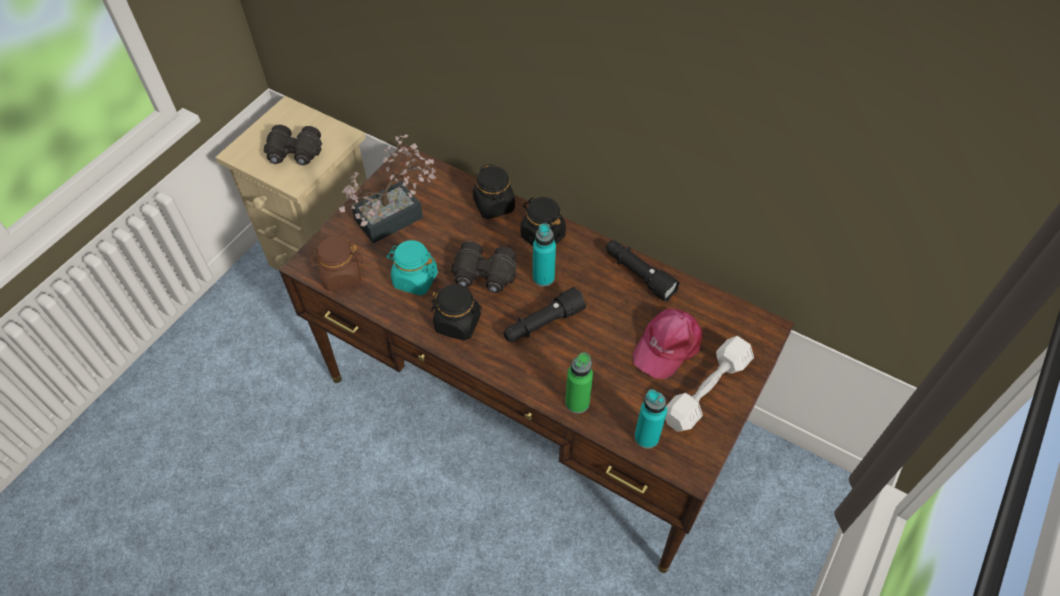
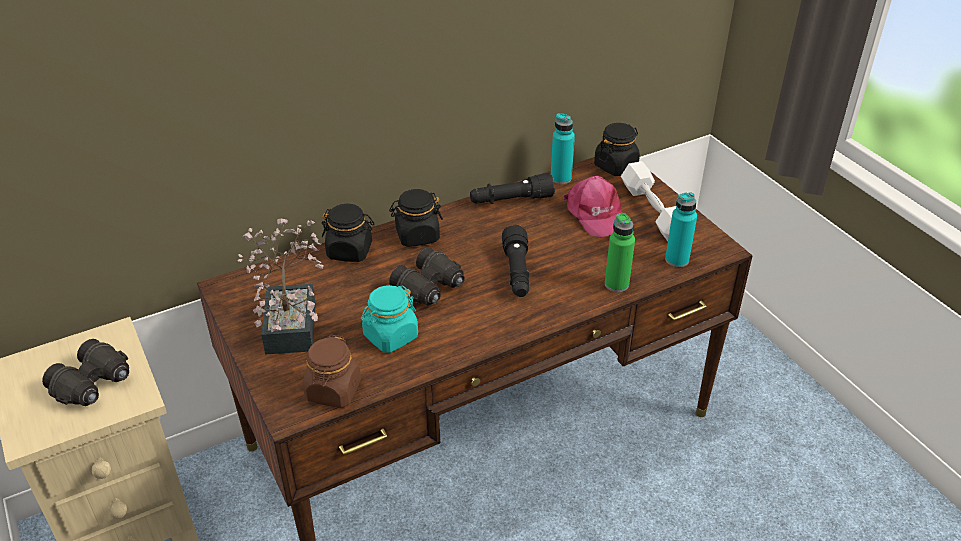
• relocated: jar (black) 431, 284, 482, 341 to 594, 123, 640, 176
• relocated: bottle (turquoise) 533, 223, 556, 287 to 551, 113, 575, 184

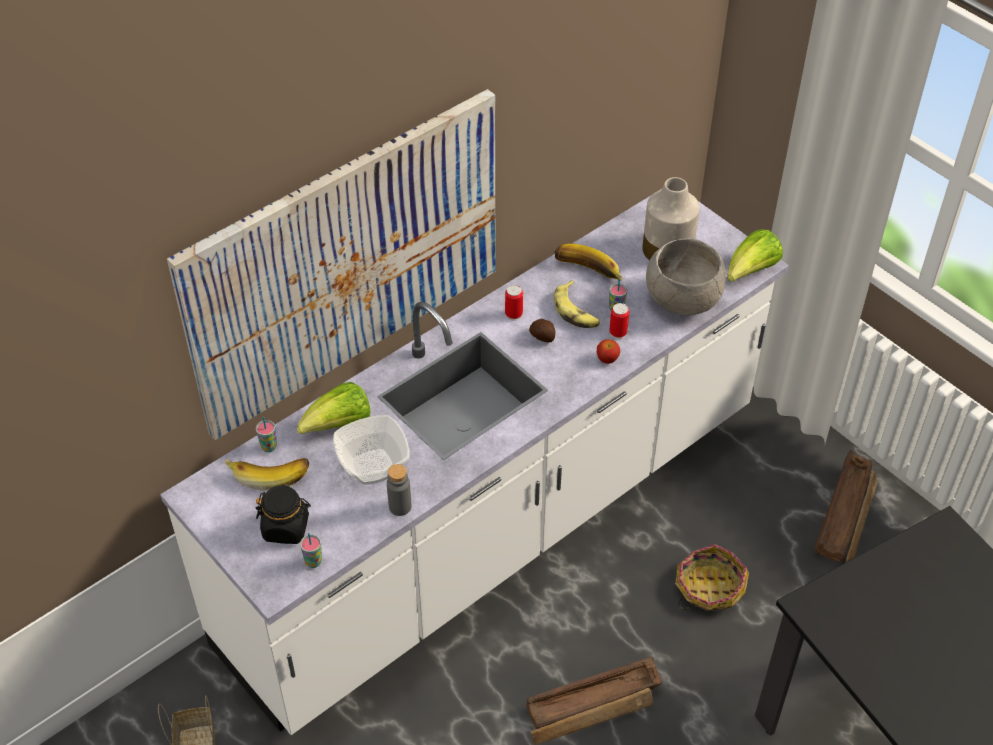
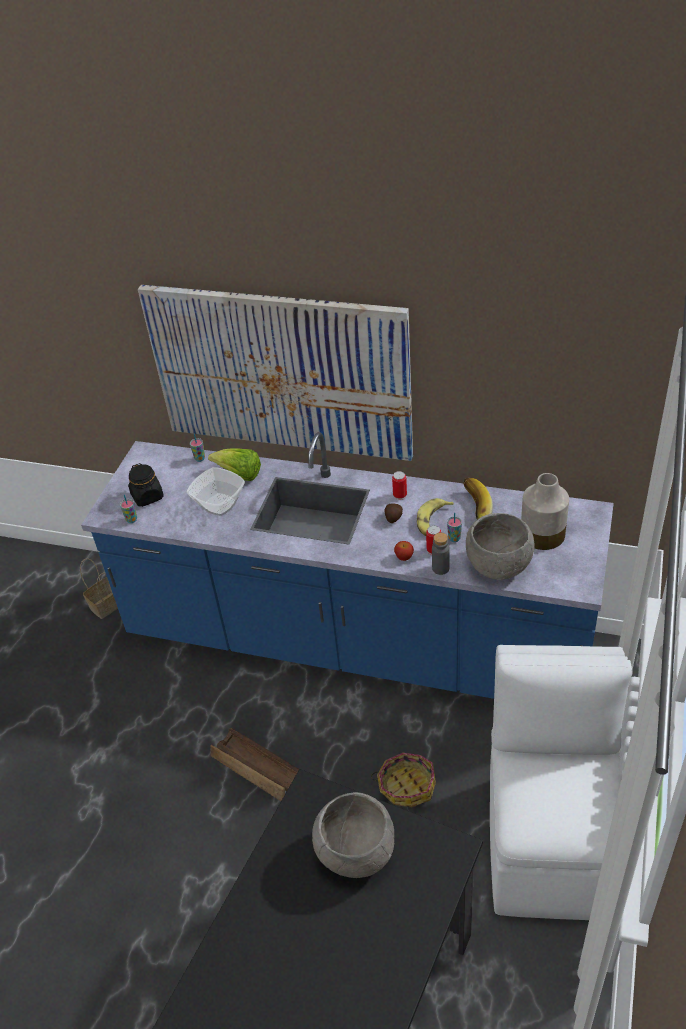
• colour: counter (white) 160, 189, 789, 735 to counter (blue) 81, 432, 614, 699
• missing: banana 225, 458, 309, 491
• relocated: bottle (grey) 387, 464, 412, 516 to 432, 533, 450, 575
• missing: lettuce 727, 229, 783, 282
• exchanged: crate 815, 450, 878, 562 to chair (white) 490, 645, 632, 920
• appeared: bowl (grey) 312, 792, 394, 878

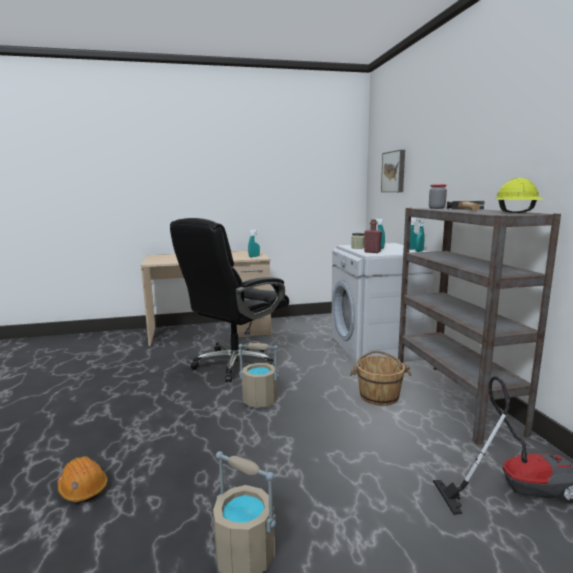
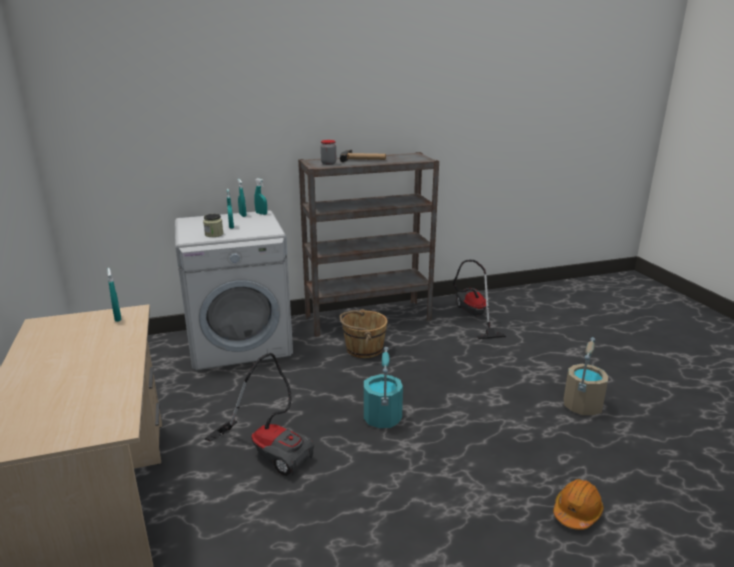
• exchanged: office chair (black) 170, 218, 289, 382 to vacuum cleaner 205, 353, 314, 476
• colour: bucket (beige) 238, 343, 279, 408 to bucket (turquoise) 364, 347, 403, 428
• missing: bottle (red) 364, 219, 382, 253
• missing: picture 381, 150, 405, 192
• missing: hard hat (yellow) 495, 178, 545, 213

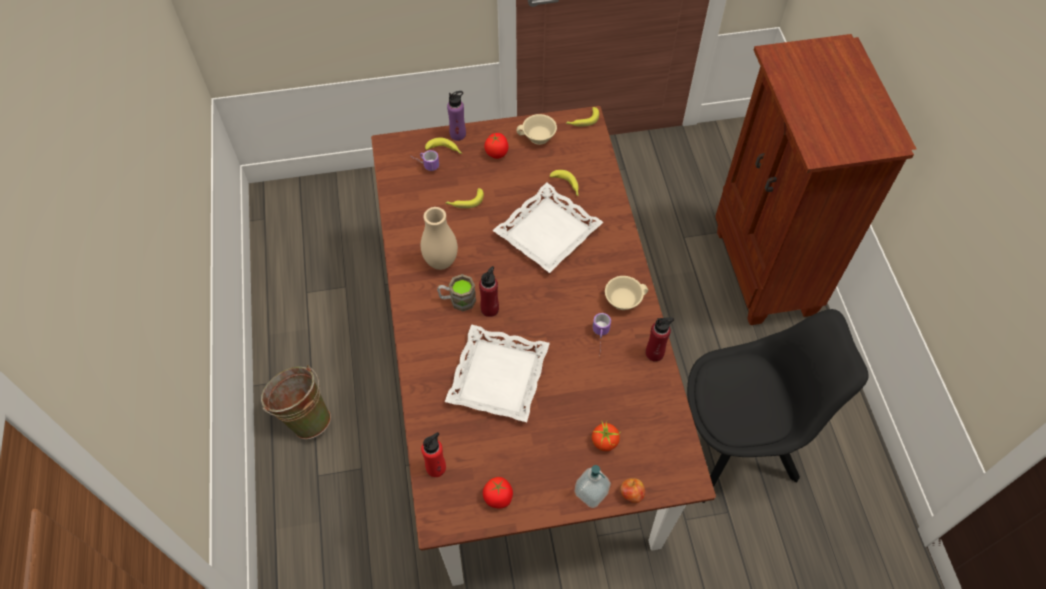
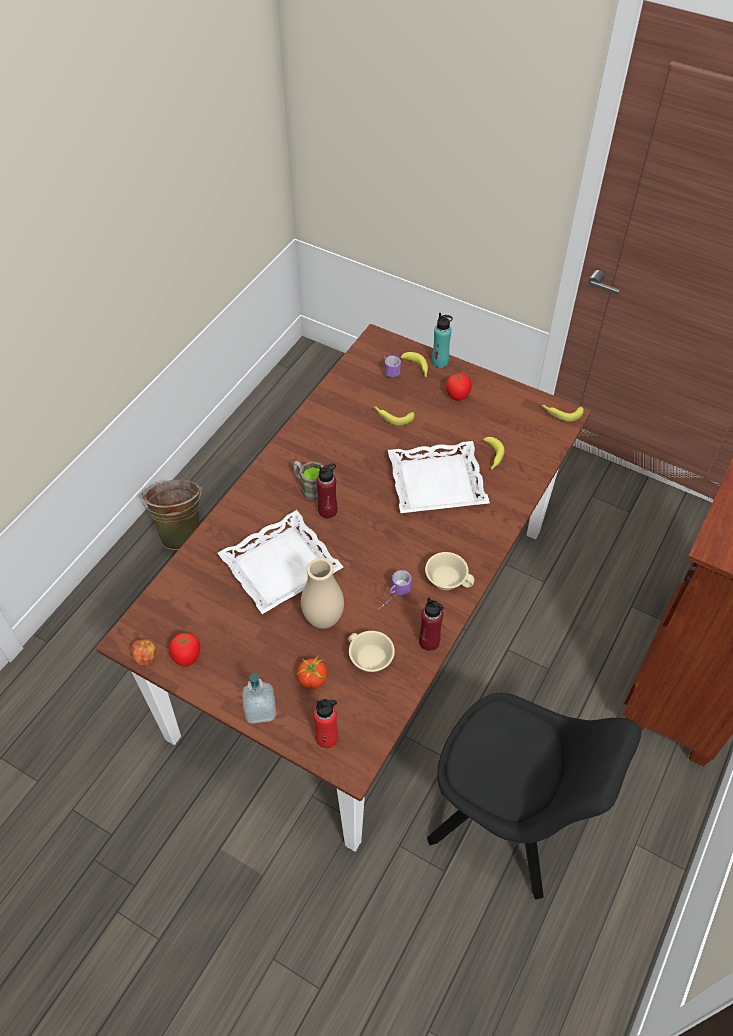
• relocated: vase (beige) 421, 207, 458, 270 to 301, 558, 344, 629
• relocated: bottle (red) 421, 432, 446, 477 to 313, 699, 338, 748
• colour: bottle (purple) 447, 91, 466, 141 to bottle (turquoise) 432, 313, 453, 368
• relocated: cup (beige) 517, 114, 557, 145 to 348, 631, 395, 672
• relocated: apple 620, 478, 645, 503 to 131, 639, 156, 666

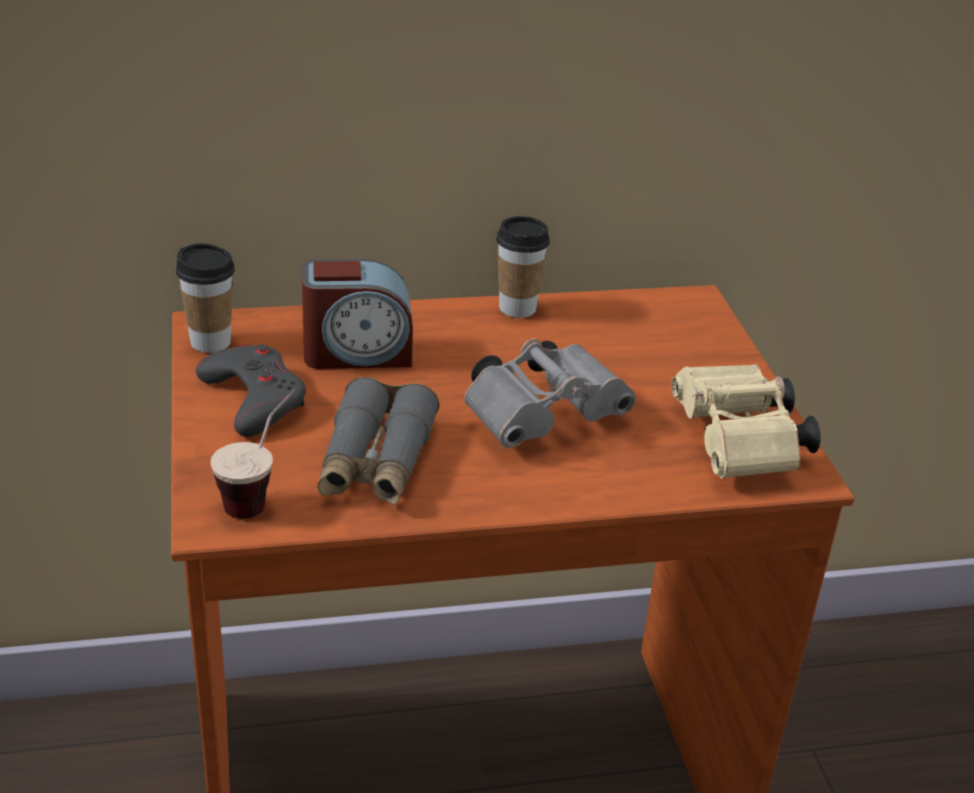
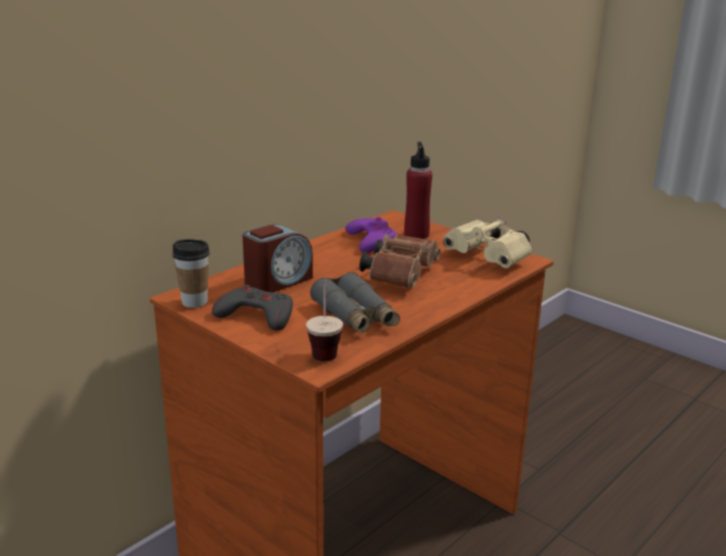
• colour: binoculars (grey) 464, 338, 635, 448 to binoculars (brown) 359, 234, 441, 288
• missing: cup 496, 216, 550, 318
• appeared: game controller (purple) 345, 217, 397, 253
• appeared: bottle (red) 404, 142, 432, 239

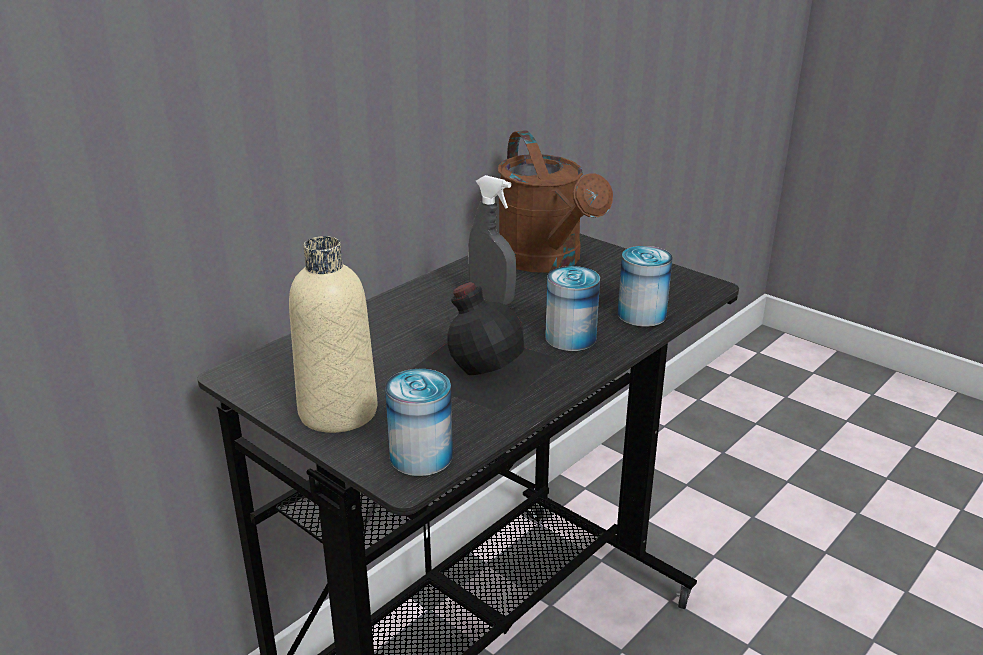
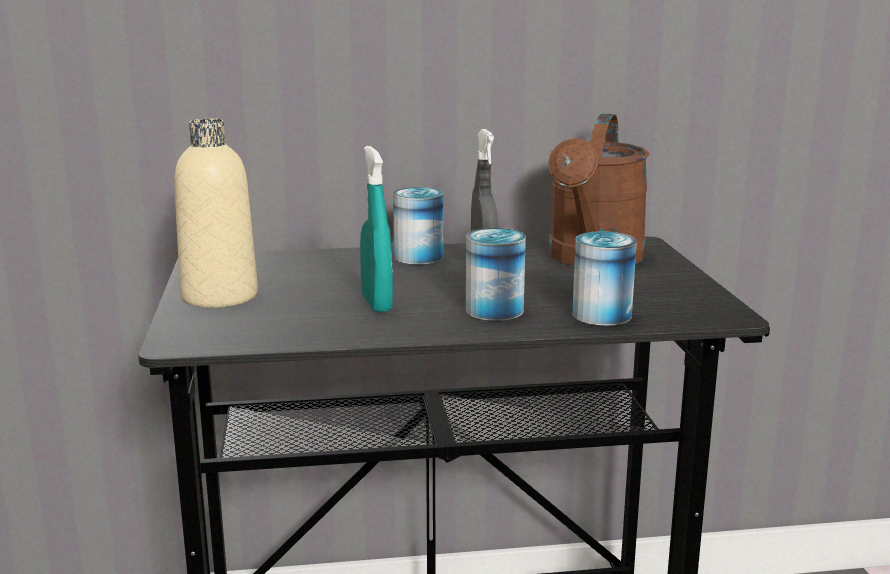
• relocated: can 385, 369, 453, 476 to 393, 187, 443, 265
• exchanged: bottle (black) 412, 282, 559, 412 to spray bottle (turquoise) 360, 146, 393, 312

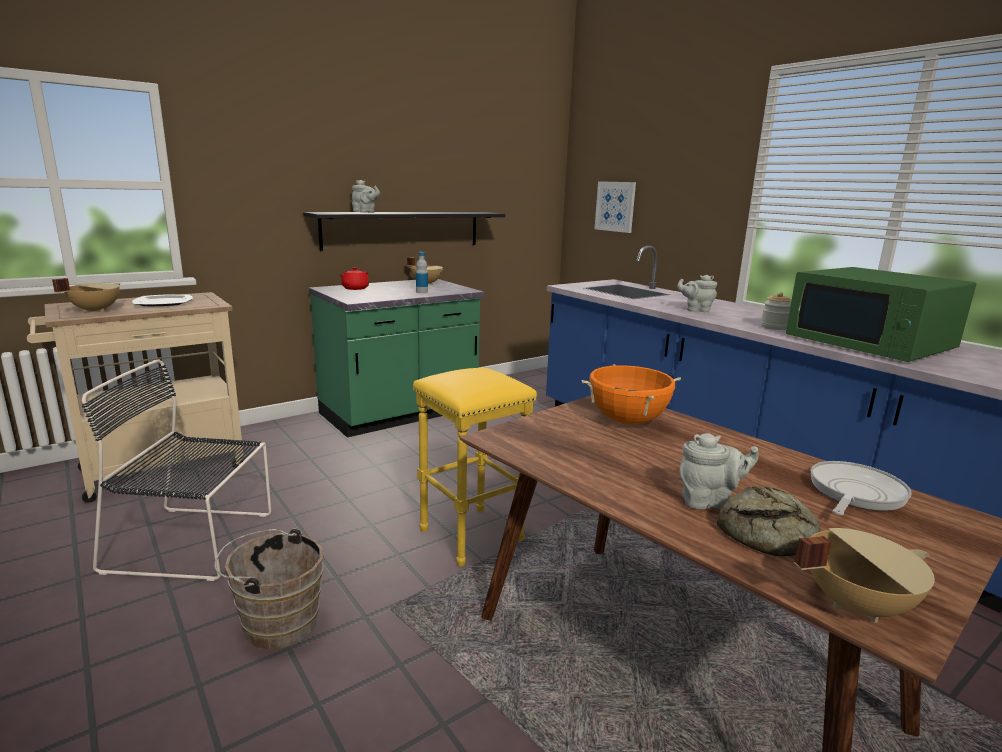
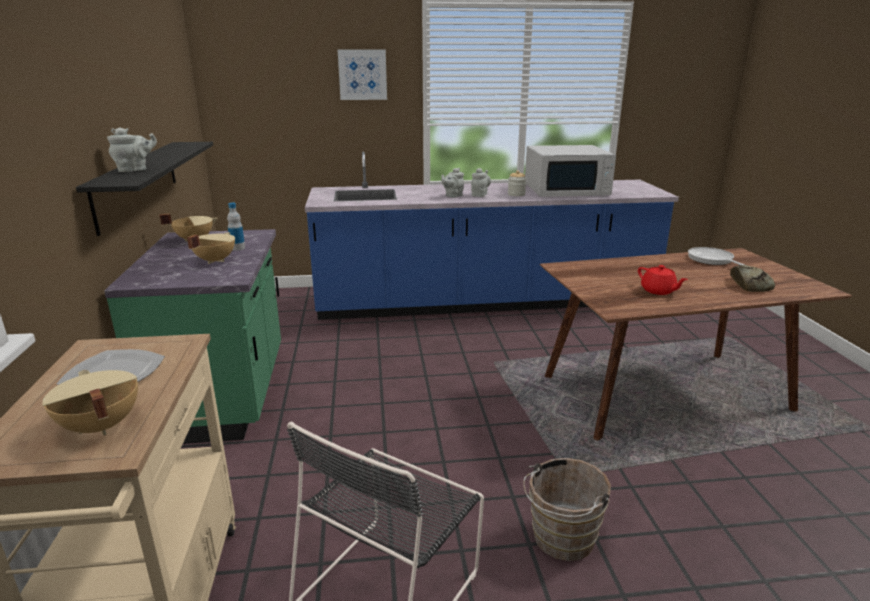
• relocated: teapot (red) 339, 267, 369, 290 to 638, 265, 688, 295
• missing: stool (yellow) 413, 368, 537, 567
• missing: cooking pot (orange) 581, 364, 681, 425
• relocated: picture 594, 181, 636, 233 to 337, 49, 387, 100
• relocated: teapot (grey) 679, 433, 759, 509 to 471, 168, 491, 197
• colour: microwave (green) 786, 267, 977, 362 to microwave (white) 525, 145, 616, 197
• relocated: cooking pot (beige) 794, 528, 935, 623 to 187, 232, 235, 264

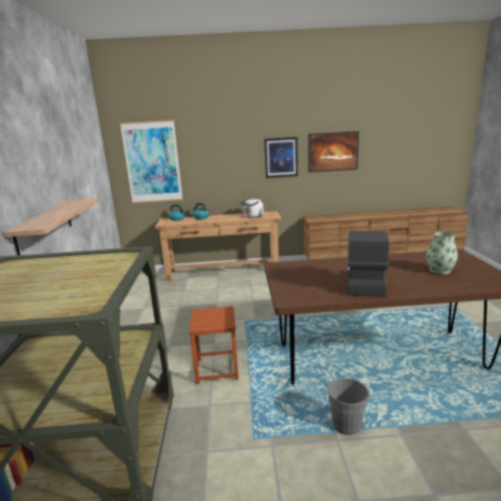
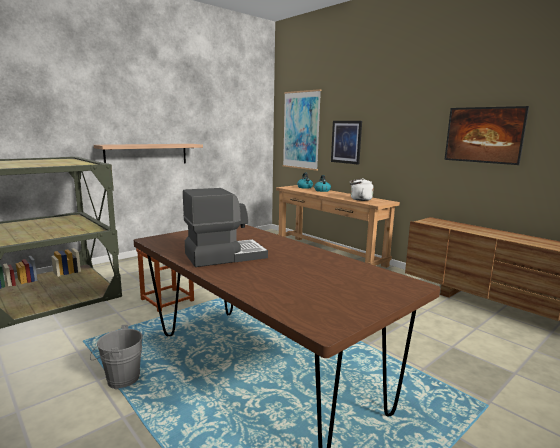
• relocated: picture 264, 137, 298, 178 to 331, 121, 362, 164
• missing: vase 426, 232, 458, 275

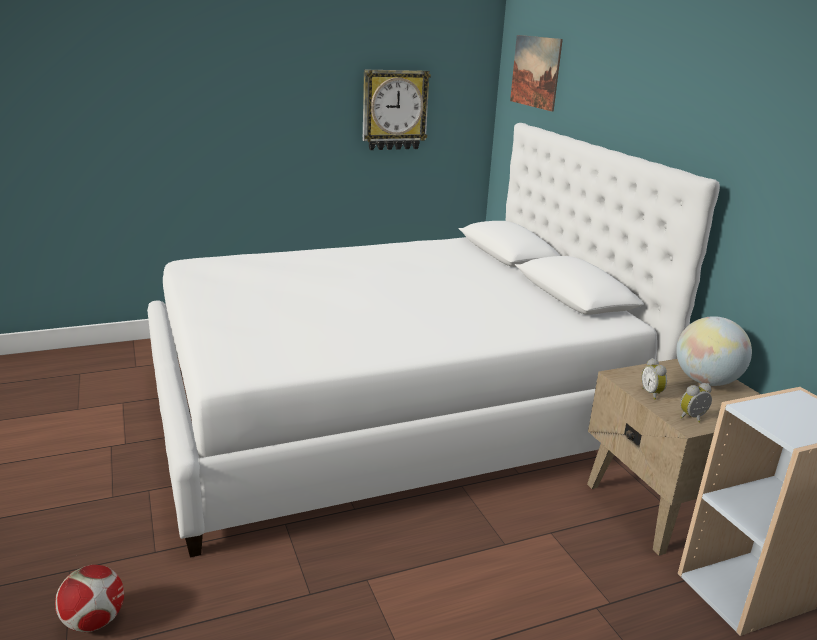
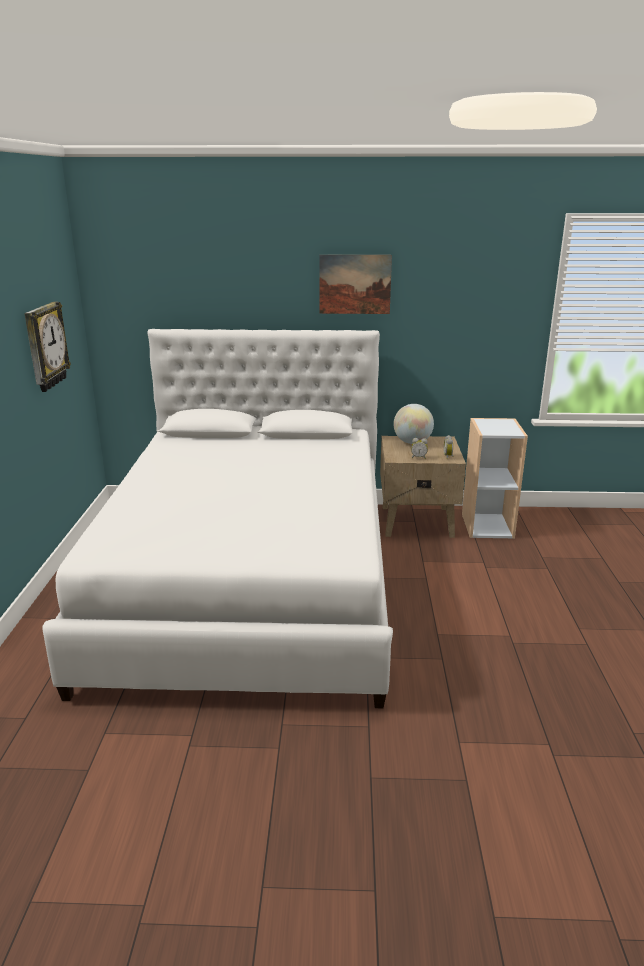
• missing: football 55, 565, 124, 632
• relocated: picture 510, 35, 563, 112 to 319, 255, 392, 314

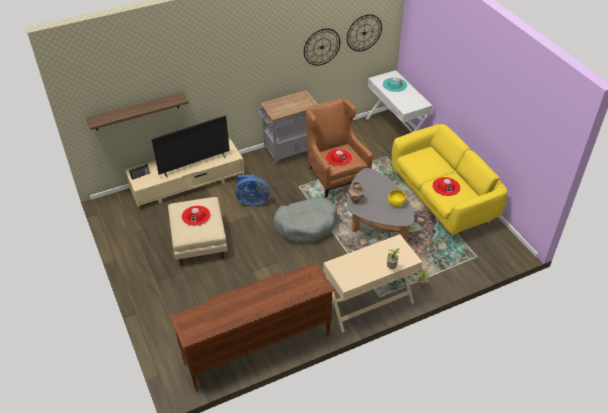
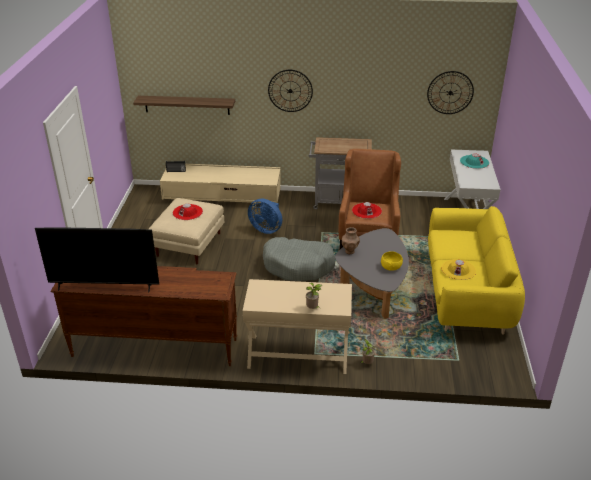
• relocated: television 152, 116, 230, 178 to 35, 227, 160, 292
• relocated: wall clock 304, 28, 340, 66 to 268, 70, 313, 112
• colour: hat (red) 432, 177, 460, 196 to hat (yellow) 441, 259, 476, 280

